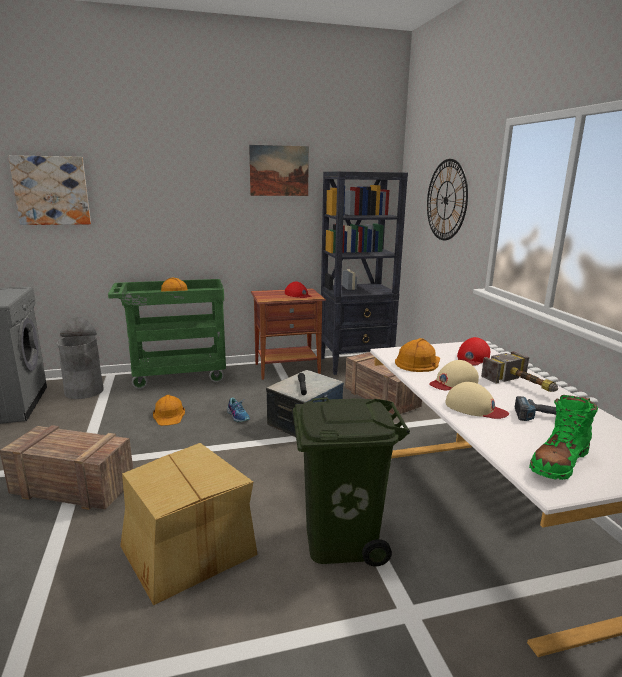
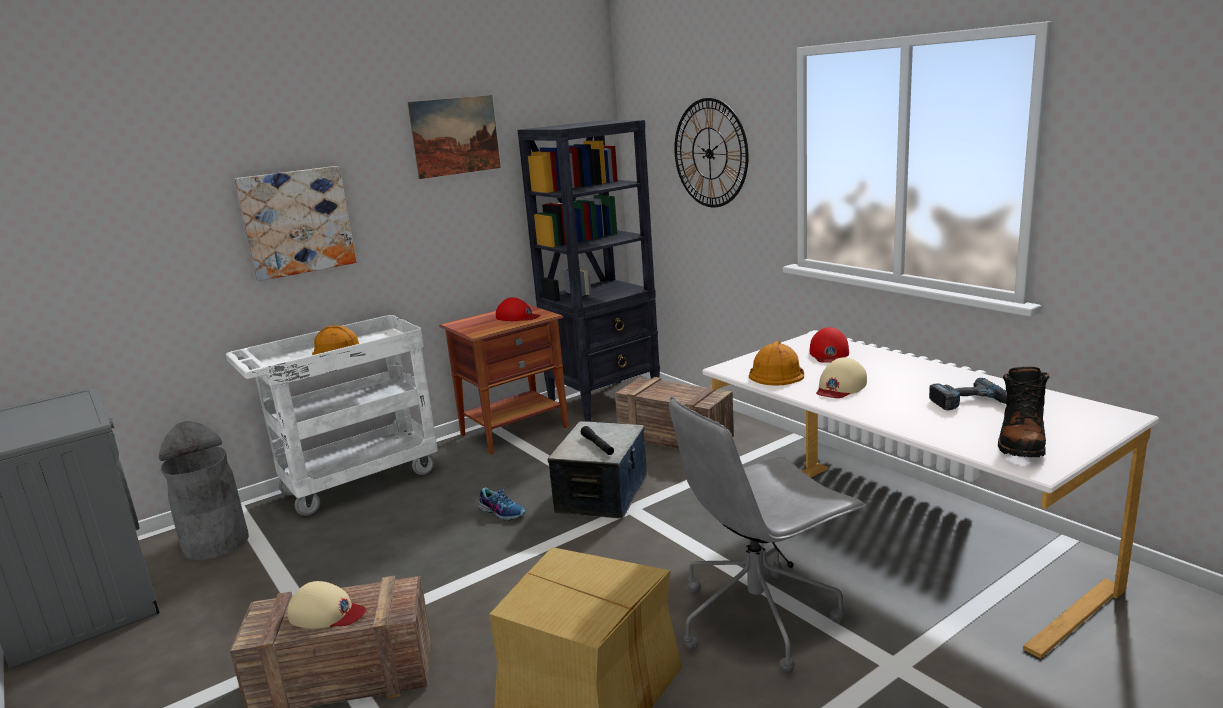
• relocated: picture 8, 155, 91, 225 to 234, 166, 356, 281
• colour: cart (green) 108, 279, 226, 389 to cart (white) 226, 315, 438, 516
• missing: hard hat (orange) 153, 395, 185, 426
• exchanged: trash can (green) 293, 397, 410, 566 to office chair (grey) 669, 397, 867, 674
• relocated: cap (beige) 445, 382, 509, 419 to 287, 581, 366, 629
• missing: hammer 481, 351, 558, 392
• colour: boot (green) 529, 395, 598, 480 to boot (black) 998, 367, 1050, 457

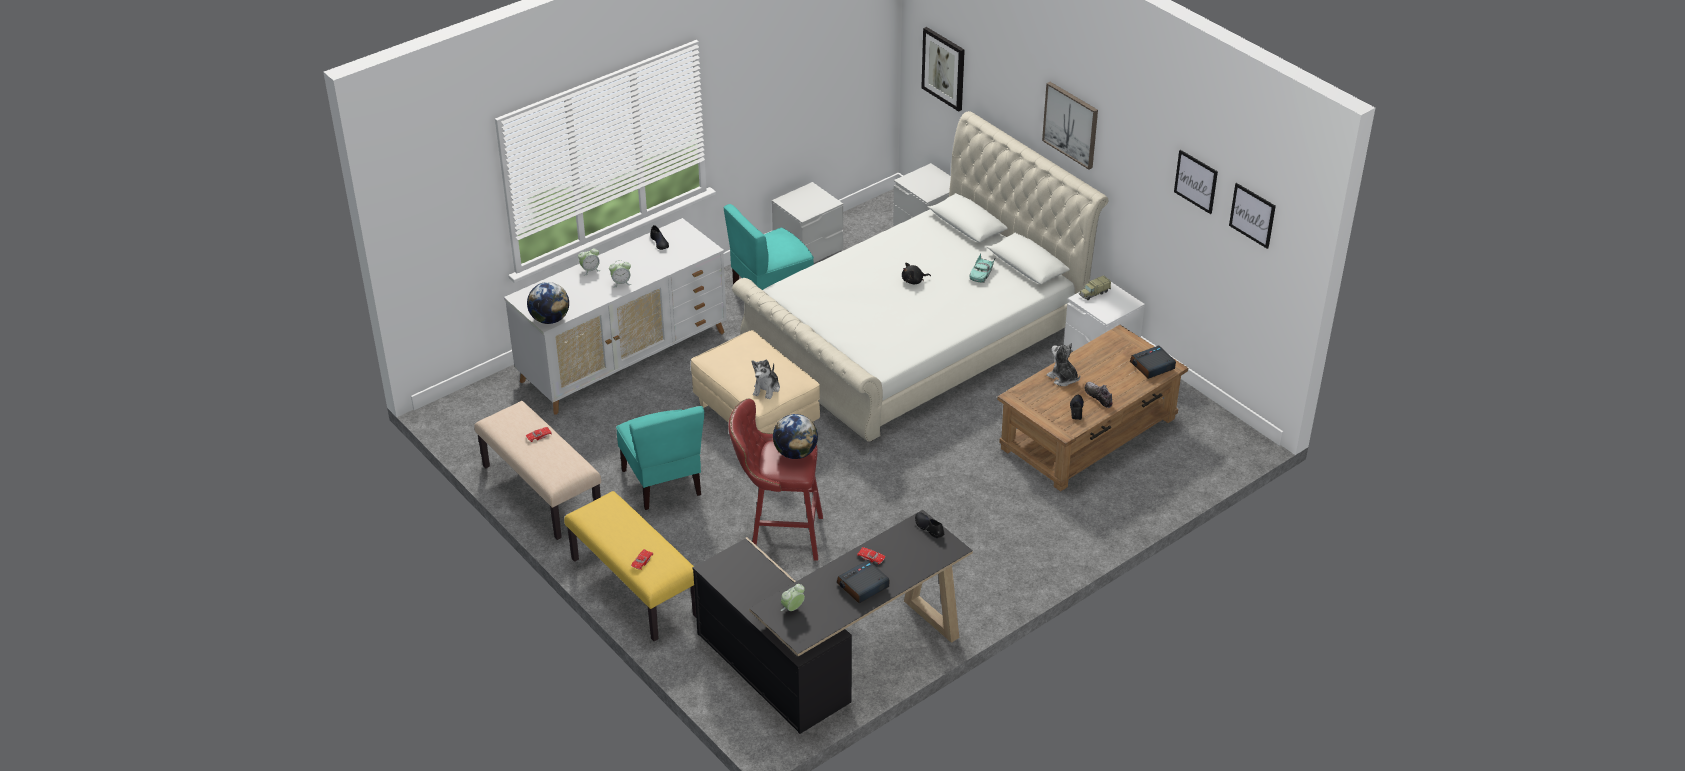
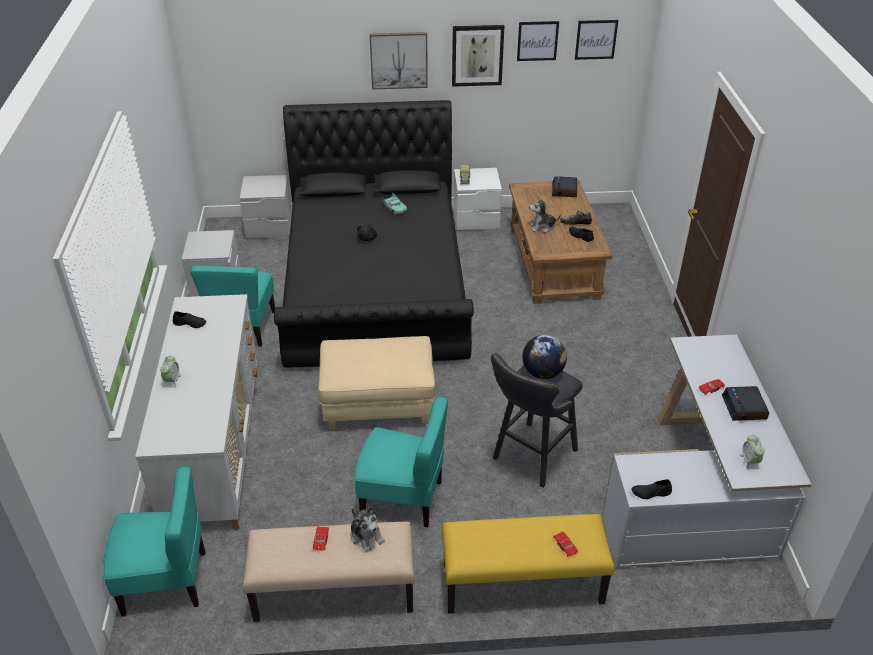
• missing: globe 527, 282, 569, 324
• missing: alarm clock 609, 260, 631, 288
• colour: desk (black) 692, 510, 973, 734 to desk (white) 602, 335, 812, 568
• colour: stool (red) 728, 399, 823, 561 to stool (black) 491, 353, 583, 488
• colour: bed (beige) 732, 111, 1109, 442 to bed (black) 274, 100, 474, 367
• relocated: plush toy 752, 359, 780, 399 to 351, 507, 385, 552
• relocated: shoe (black) 915, 512, 944, 538 to 631, 479, 672, 499
• relocated: picture 921, 27, 965, 112 to 452, 25, 504, 87
• appeared: chair (turquoise) 103, 466, 205, 616

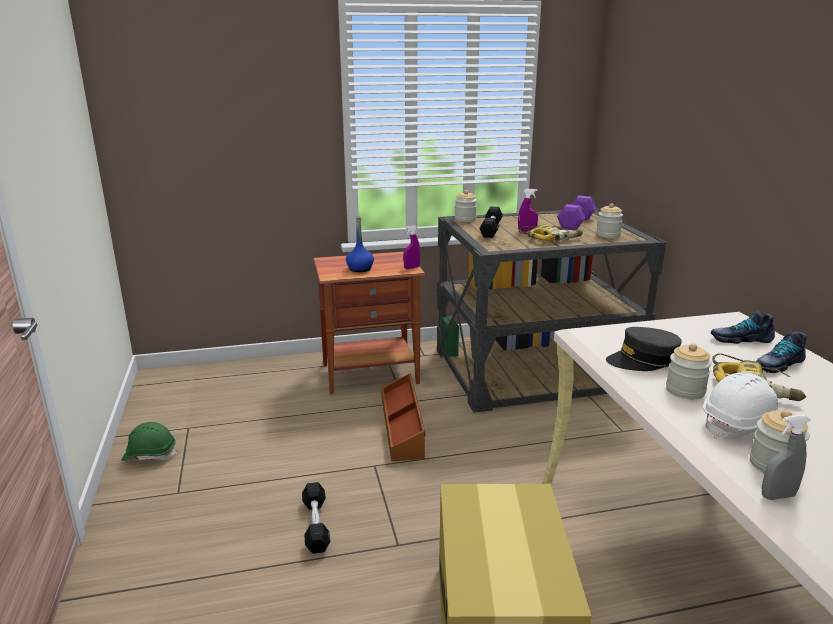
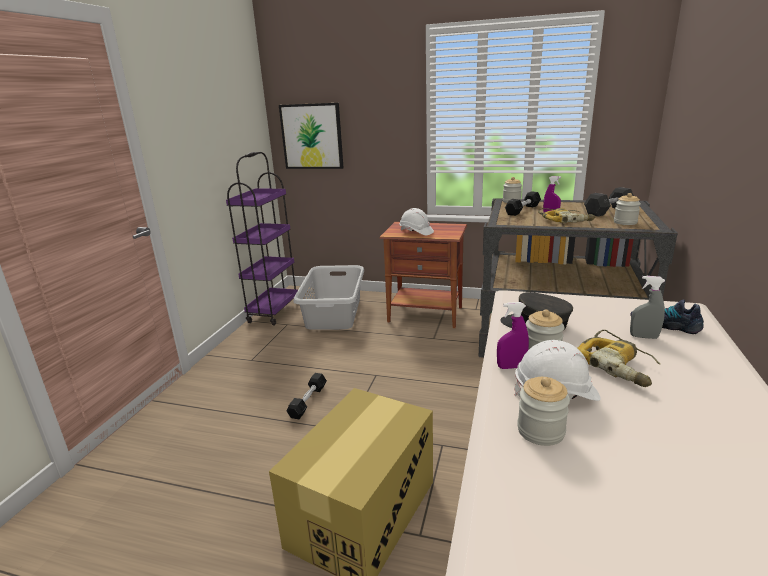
• missing: hard hat (green) 122, 422, 177, 461
• exchanged: bottle (blue) 346, 216, 374, 272 to hard hat (white) 399, 208, 434, 235
• missing: storage box (brown) 382, 373, 425, 462
• relocated: spray bottle (purple) 403, 225, 420, 269 to 497, 302, 529, 369
• colour: dumbbell (purple) 557, 196, 597, 230 to dumbbell (grey) 584, 187, 634, 217
• missing: shoe 756, 332, 807, 373
• relocated: spray bottle (grey) 762, 414, 811, 500 to 630, 276, 665, 339
• appeared: cart (purple) 226, 152, 298, 325
• appeared: picture 279, 103, 344, 169
• appeared: laundry basket (grey) 294, 265, 364, 330

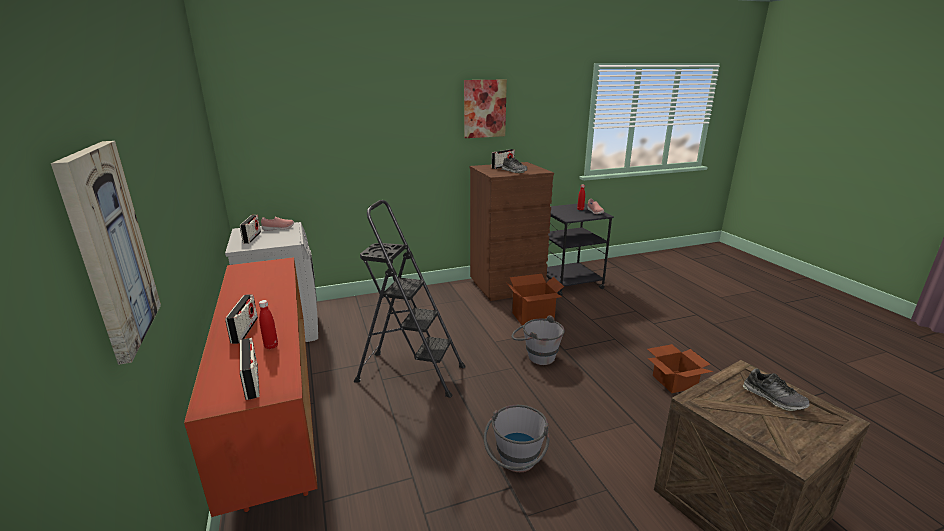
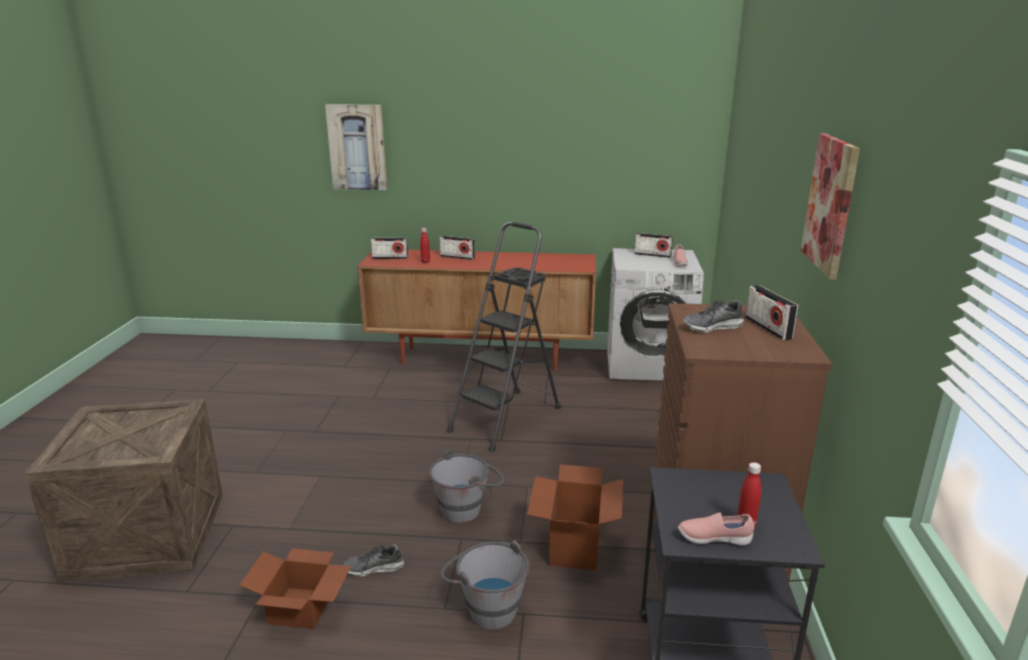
• relocated: bucket (grey) 484, 405, 549, 472 to 441, 540, 529, 629
• relocated: shoe 743, 368, 810, 411 to 343, 544, 404, 577

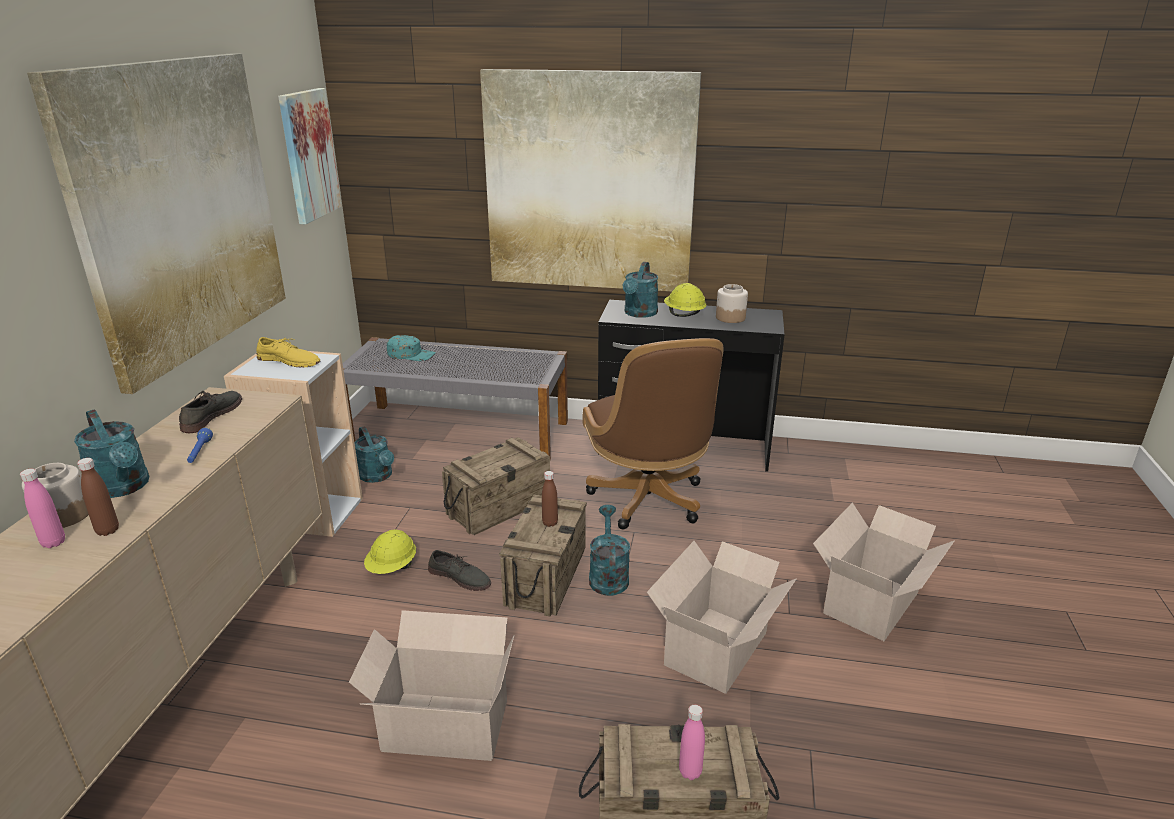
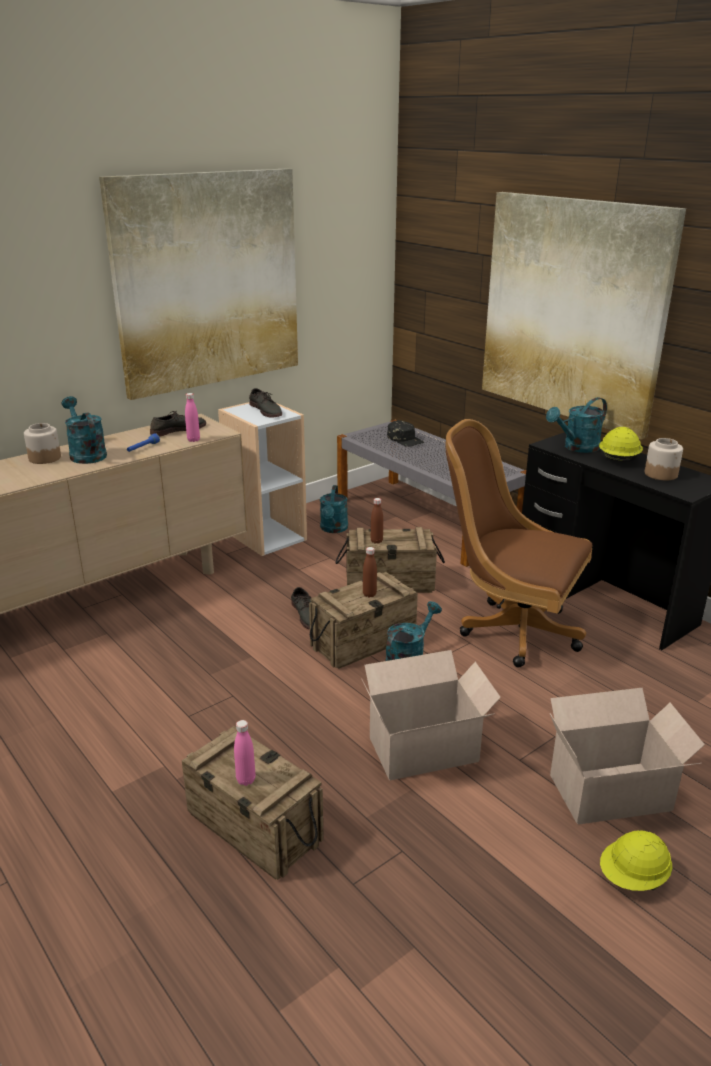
• relocated: bottle (pink) 20, 469, 65, 548 to 185, 393, 200, 442
• spun: watering can (turquoise) 74, 409, 149, 498 = 61, 396, 107, 464 150 degrees clockwise
• relocated: bottle (brown) 77, 458, 119, 536 to 371, 498, 383, 544
• colour: shoe (yellow) 256, 337, 320, 368 to shoe (grey) 249, 388, 282, 418
• missing: picture 278, 88, 342, 224
• missing: cardboard box 349, 610, 514, 761
• relocated: hard hat (yellow) 364, 530, 416, 574 to 600, 830, 673, 891
• colour: cap (turquoise) 387, 335, 436, 361 to cap (black) 387, 420, 424, 447
• spun: office chair (brown) 583, 338, 724, 529 = 445, 419, 592, 667 90 degrees clockwise

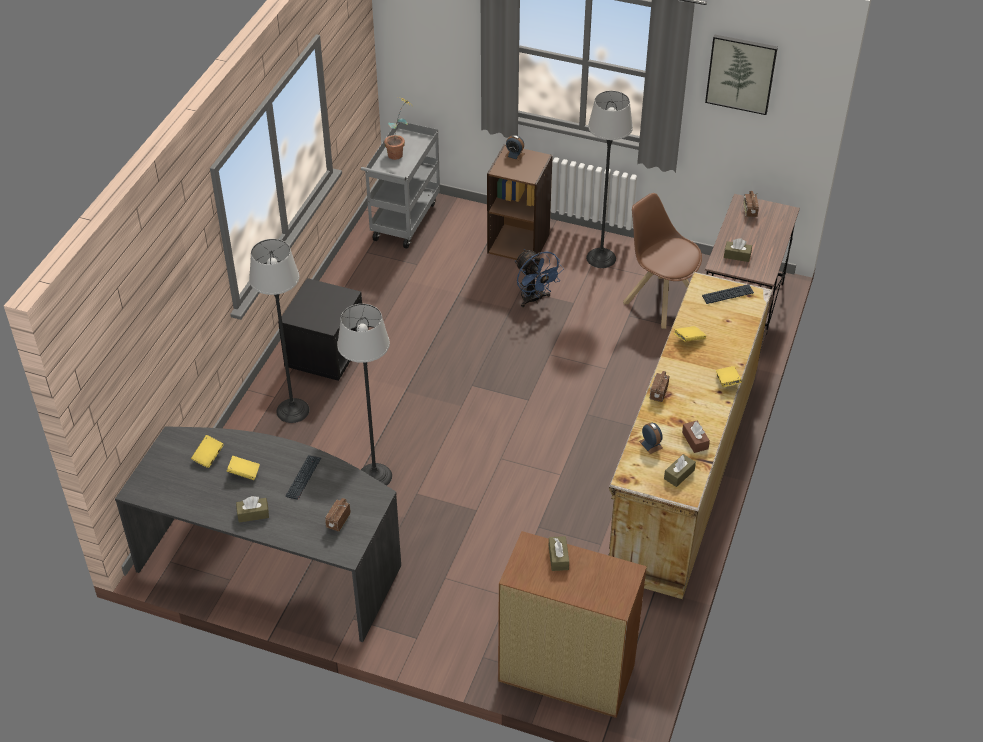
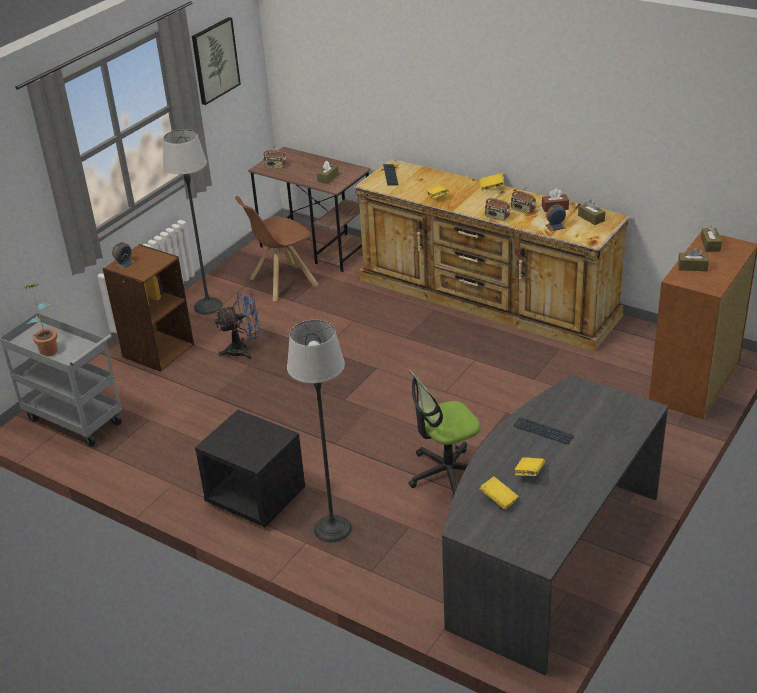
• relocated: tissue box (brown) 236, 496, 269, 523 to 701, 224, 722, 252
• relocated: radio 325, 498, 350, 532 to 511, 187, 536, 214
• exchanged: floor lamp 337, 304, 392, 486 to office chair 408, 370, 481, 499

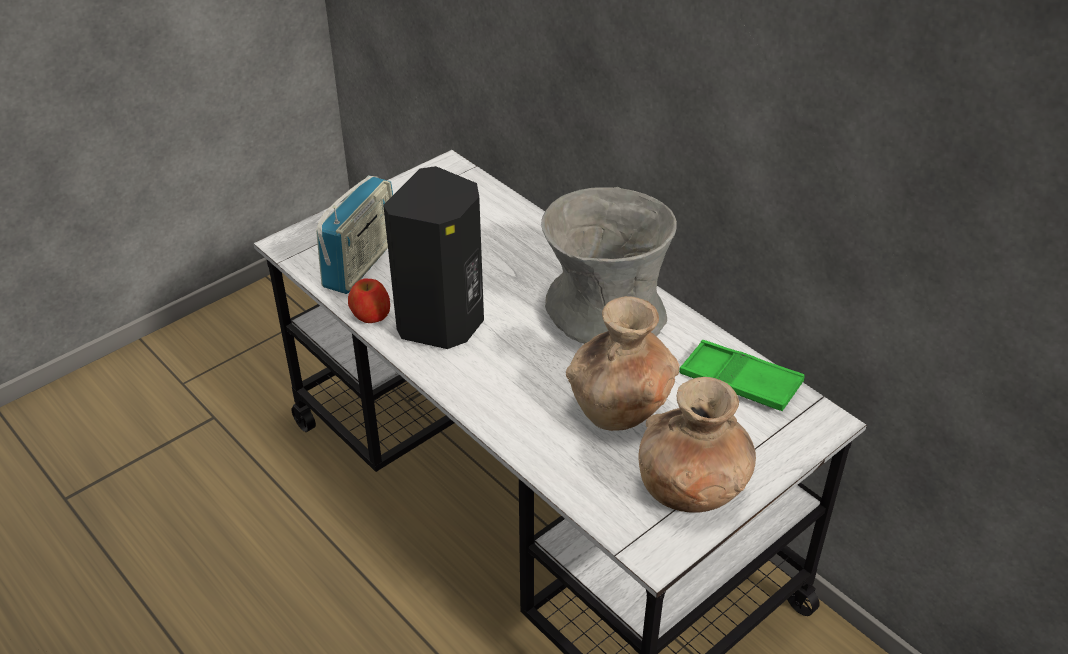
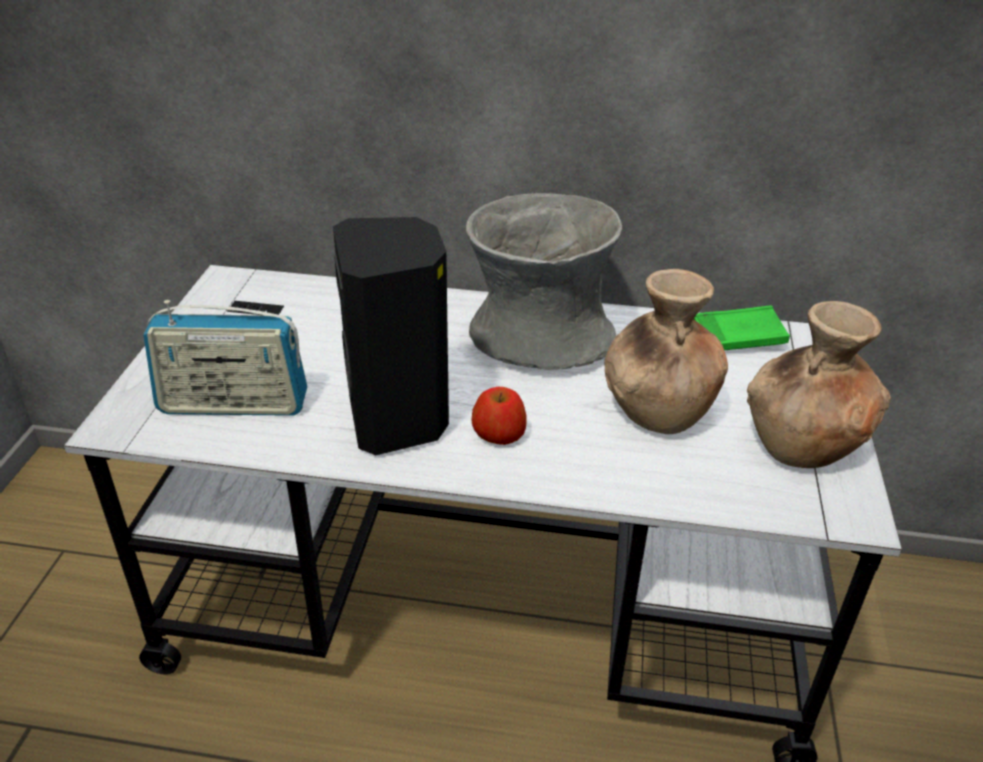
• spun: radio 316, 175, 393, 294 = 143, 300, 307, 416 105 degrees clockwise
• relocated: apple 348, 279, 390, 323 to 471, 387, 527, 445

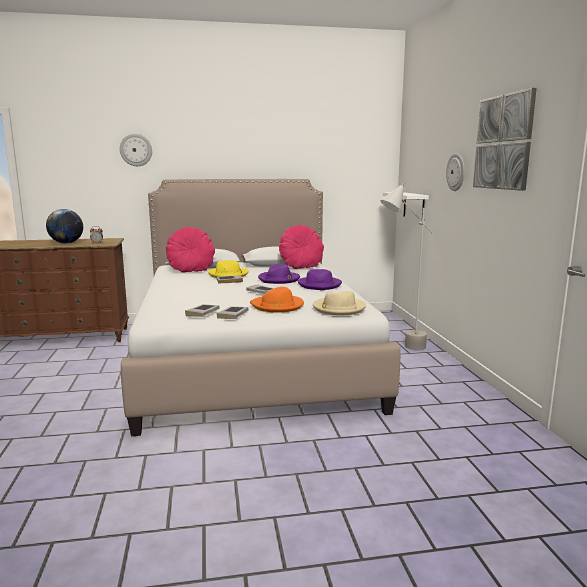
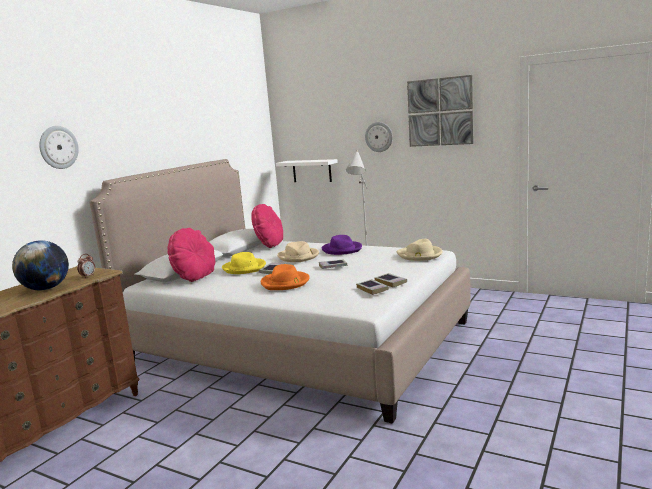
• relocated: hat (orange) 250, 287, 304, 313 to 261, 264, 310, 290
• colour: hat (purple) 258, 264, 300, 284 to hat (beige) 277, 241, 319, 262

